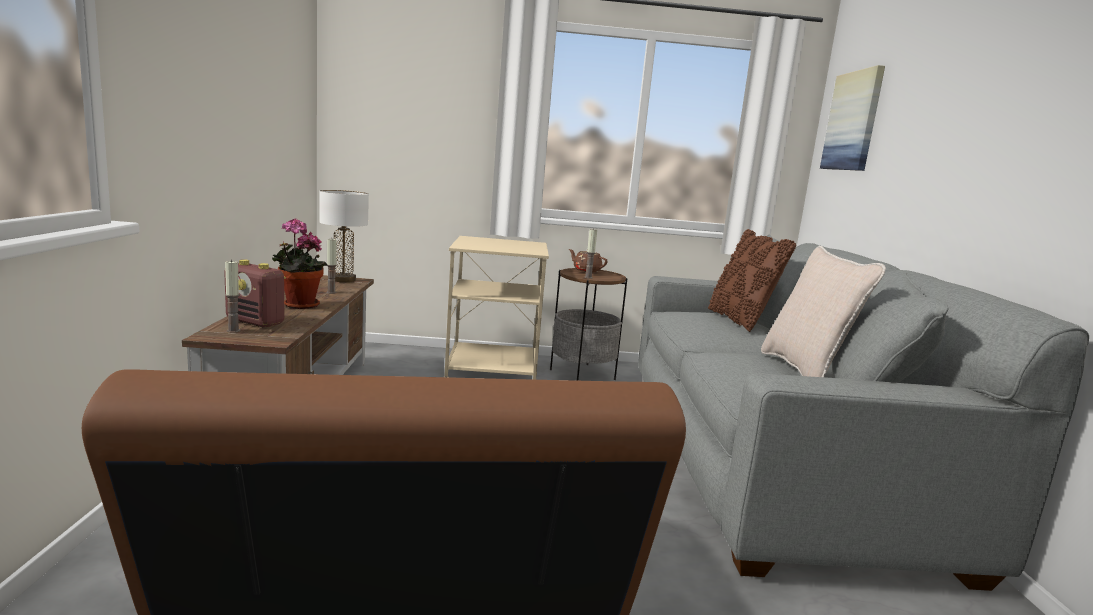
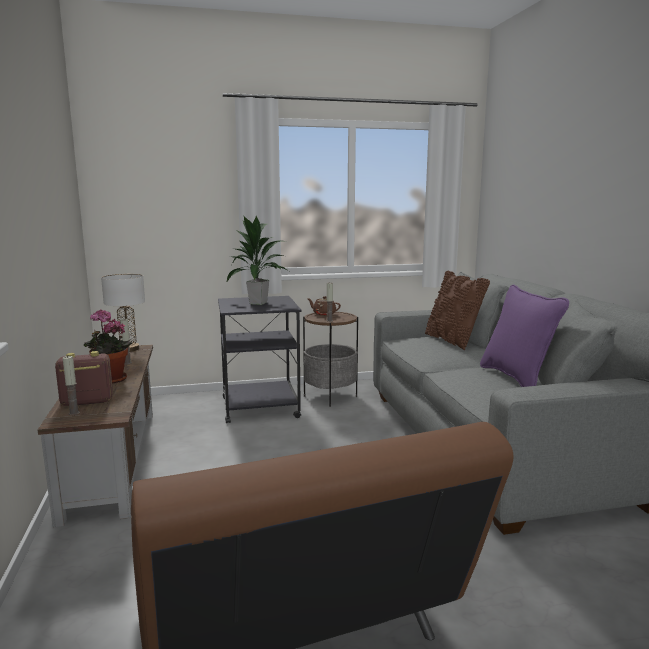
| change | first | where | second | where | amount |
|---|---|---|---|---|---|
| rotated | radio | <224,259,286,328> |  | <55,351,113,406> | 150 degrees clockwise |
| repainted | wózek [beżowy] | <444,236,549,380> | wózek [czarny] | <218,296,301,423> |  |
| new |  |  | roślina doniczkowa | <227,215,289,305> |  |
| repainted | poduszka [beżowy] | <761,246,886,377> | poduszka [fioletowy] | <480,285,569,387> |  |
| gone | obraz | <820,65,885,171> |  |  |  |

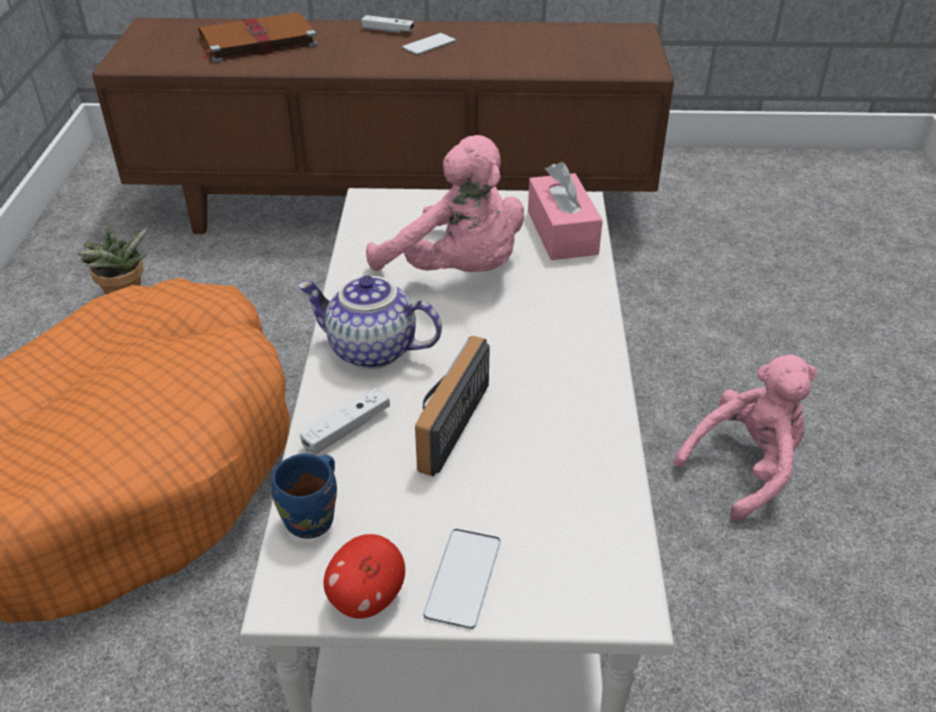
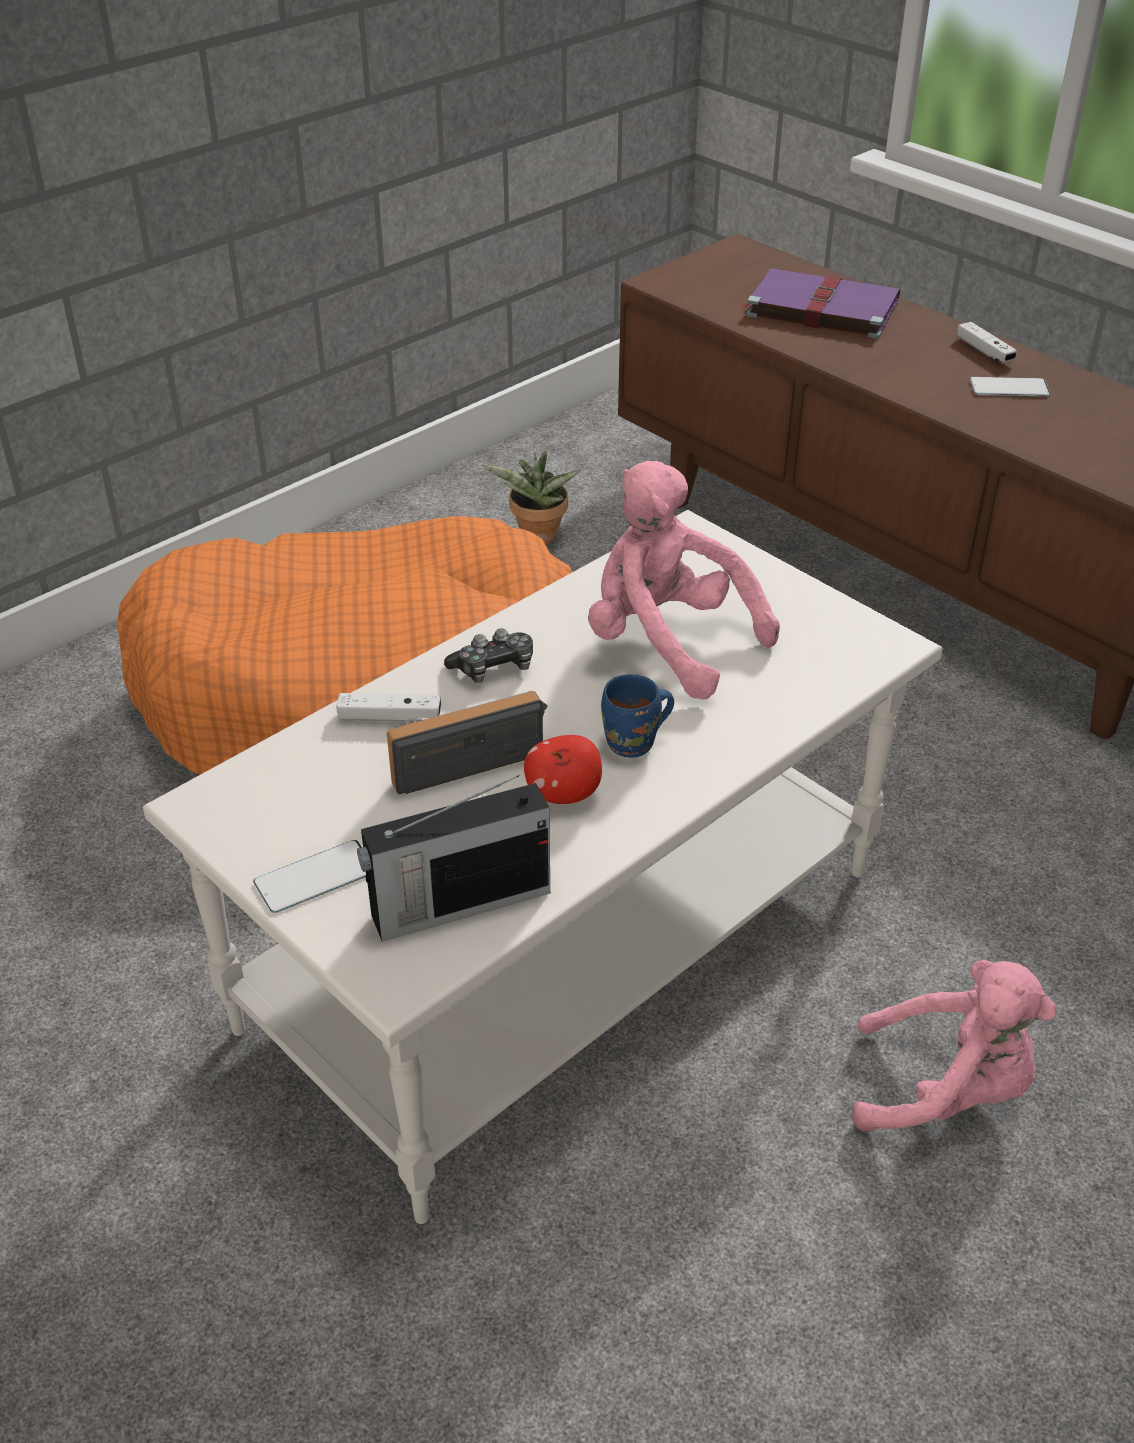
| change | first | where | second | where | amount |
|---|---|---|---|---|---|
| new |  |  | radio | <357,775,550,942> |  |
| swapped | imbryk | <298,276,442,369> | pad do gier | <444,628,533,683> |  |
| shifted | jabłko | <323,534,405,619> |  | <524,735,602,804> |  |
| rotated | pluszak [różowy] | <366,135,524,272> |  | <588,461,780,699> | 135 degrees clockwise |
| shifted | kubek [niebieski] | <272,453,337,539> |  | <601,674,674,758> |  |
| repainted | książka [brązowy] | <198,12,317,63> | książka [fioletowy] | <740,268,900,339> |  |
| gone | pudełko chusteczek [różowy] | <528,162,603,260> |  |  |  |

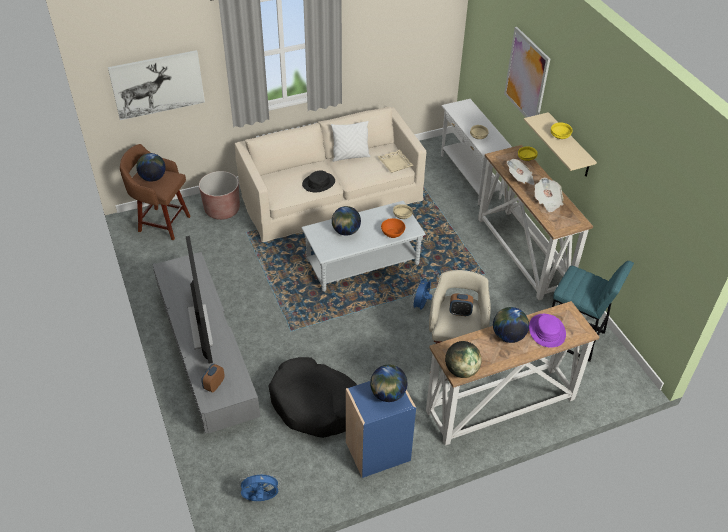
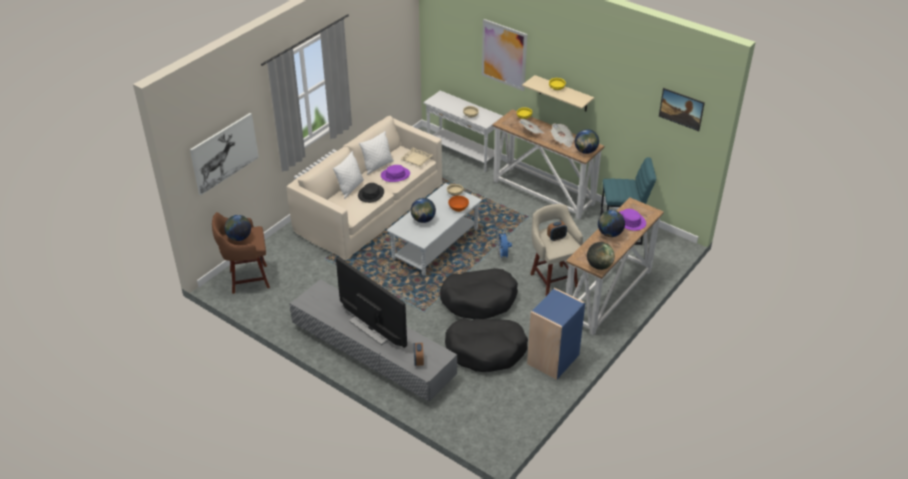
| change | first | where | second | where | amount |
|---|---|---|---|---|---|
| new |  |  | poduszka [biały] | <333,151,364,199> |  |
| new |  |  | kapelusz [fioletowy] | <381,165,410,182> |  |
| new |  |  | legowisko [czarny] | <440,268,518,319> |  |
| shifted | globus | <370,365,408,402> |  | <574,129,599,154> |  |
| new |  |  | obraz | <659,88,705,131> |  |
| gone | donica [brązowy] | <199,171,240,220> |  |  |  |
| gone | wentylator [niebieski] | <238,471,281,501> |  |  |  |

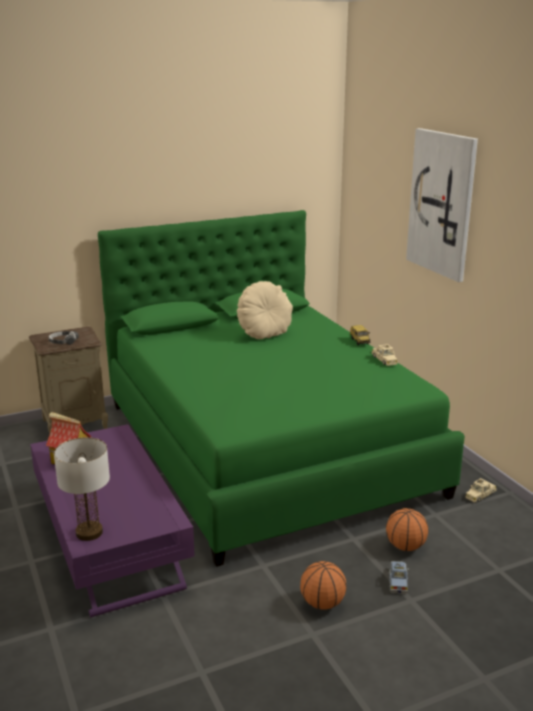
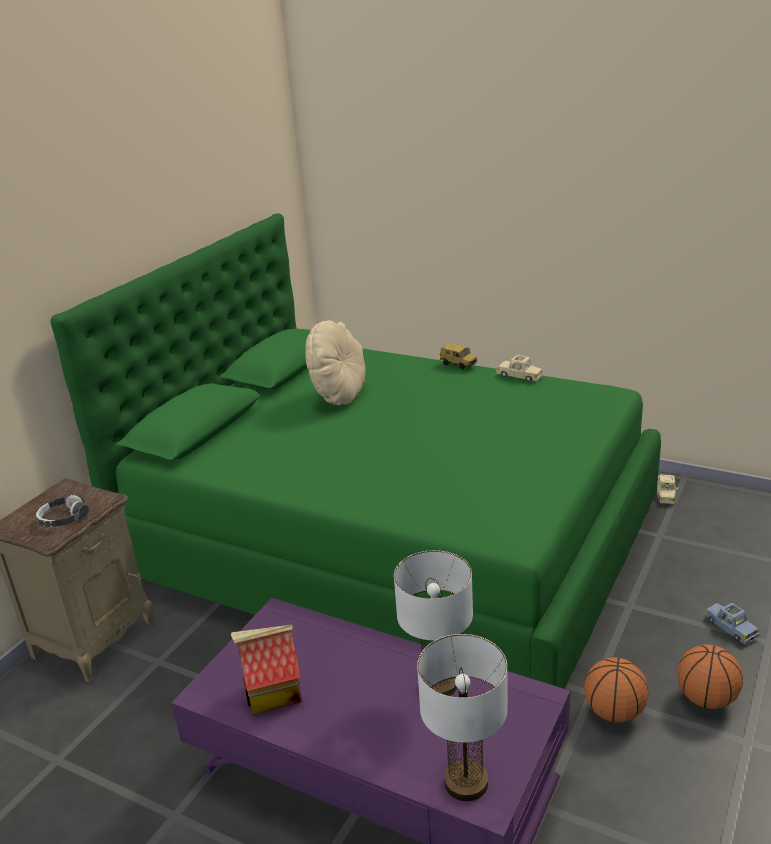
| change | first | where | second | where | amount |
|---|---|---|---|---|---|
| new |  |  | lampa stołowa | <394,550,473,696> |  |
| shifted | piłka do koszykówki | <386,508,428,551> |  | <584,657,649,723> |  |
| gone | obraz | <406,128,478,282> |  |  |  |

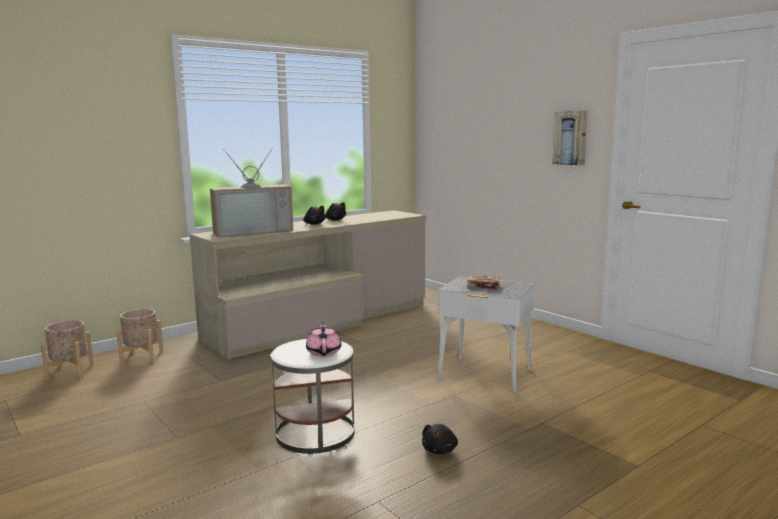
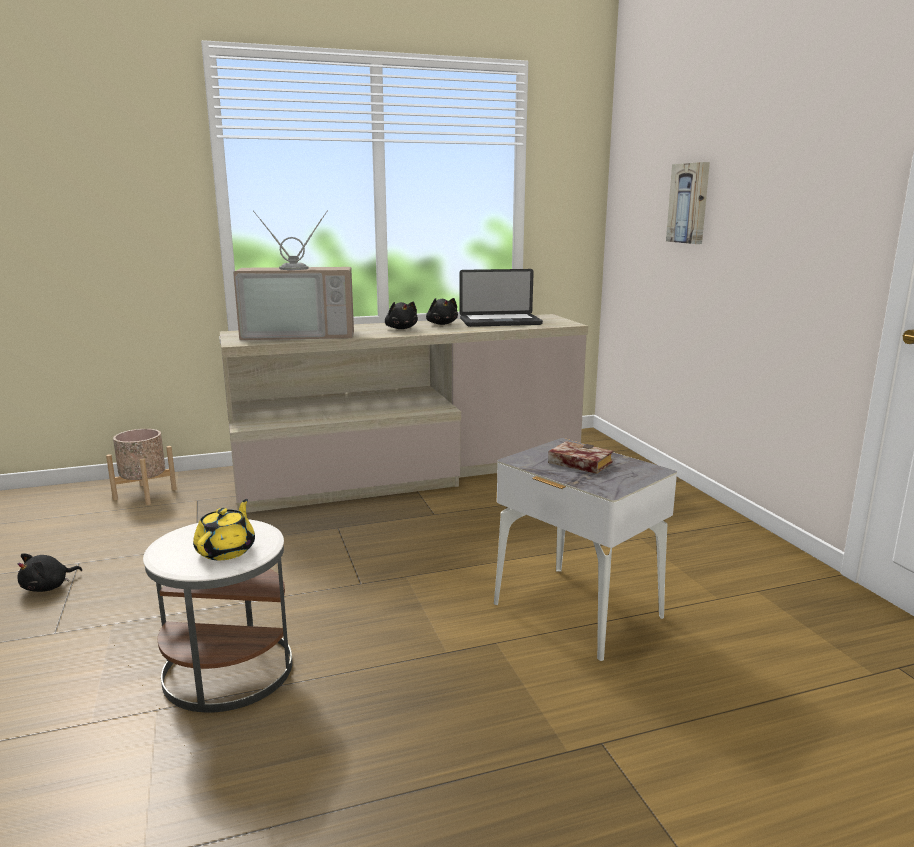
| change | first | where | second | where | amount |
|---|---|---|---|---|---|
| shifted | pluszak [czarny] | <422,424,458,454> |  | <17,553,82,592> |  |
| repainted | imbryk [różowy] | <306,322,341,356> | imbryk [żółty] | <193,499,255,560> |  |
| new |  |  | laptop | <460,269,543,327> |  |
| shifted | obraz | <552,111,588,165> |  | <666,162,710,244> |  |
| gone | donica [beżowy] | <41,320,94,381> |  |  |  |

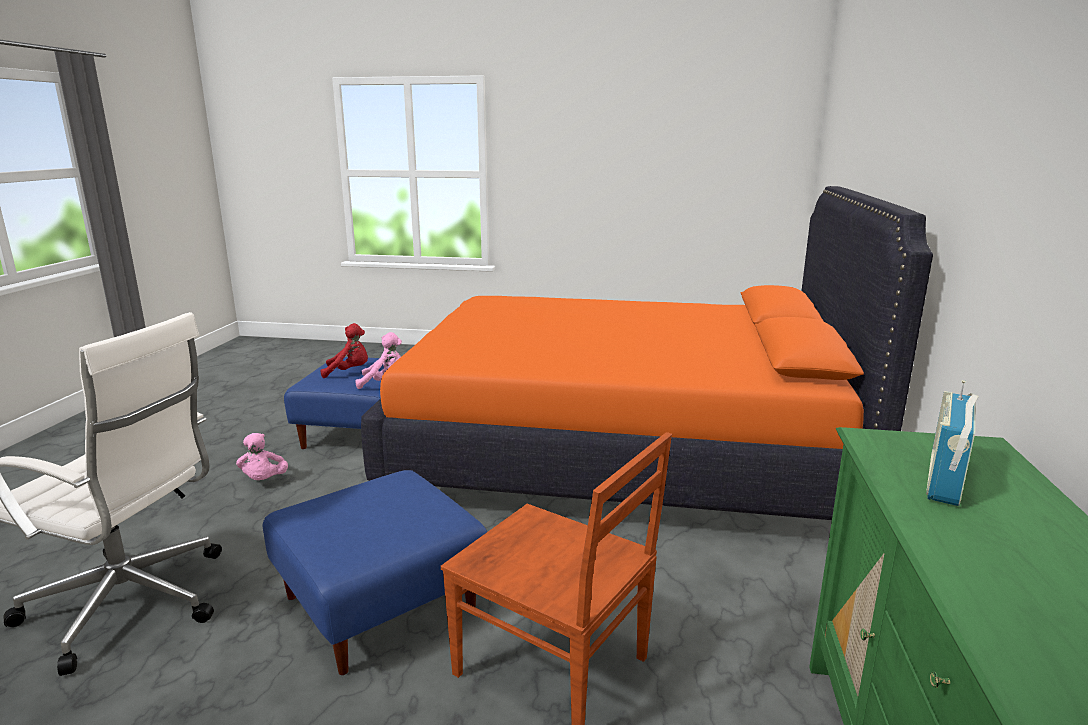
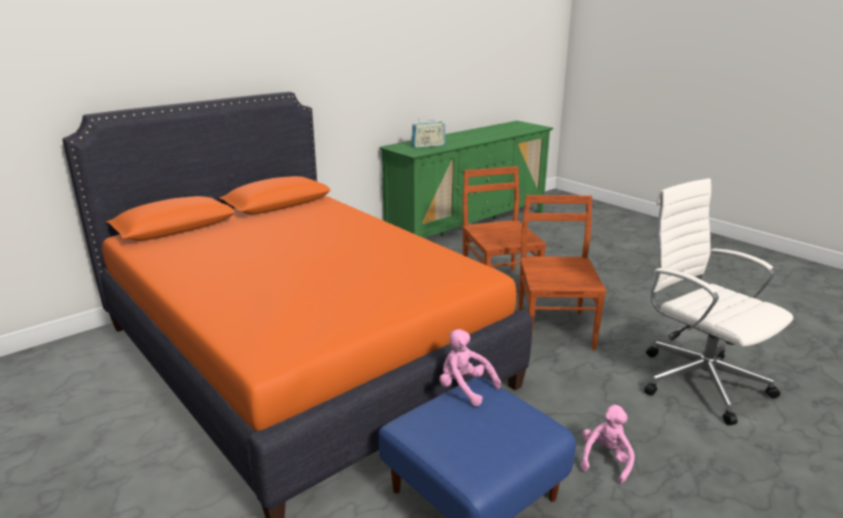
| change | first | where | second | where | amount |
|---|---|---|---|---|---|
| swapped | pufa [niebieski] | <263,470,487,675> | krzesło [brązowy] | <518,195,607,350> |  |
| gone | pluszak [czerwony] | <321,323,368,378> |  |  |  |

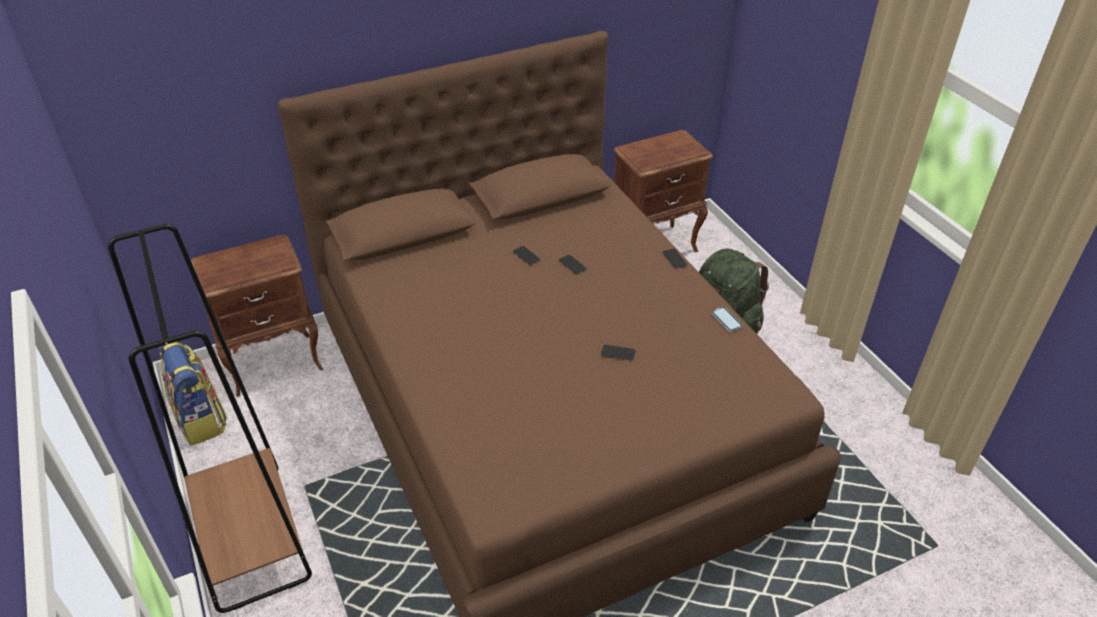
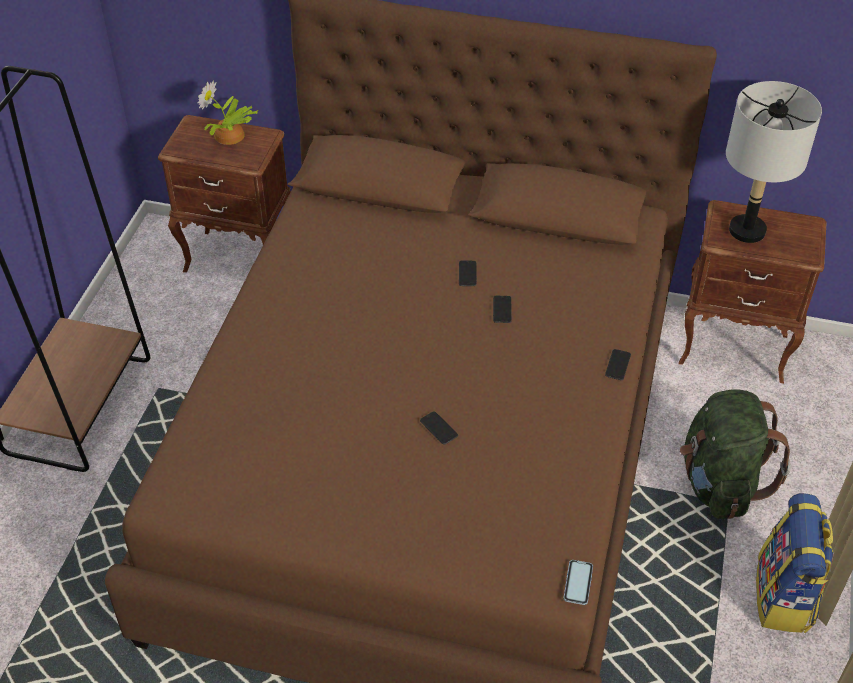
| change | first | where | second | where | amount |
|---|---|---|---|---|---|
| new |  |  | roślina doniczkowa | <198,80,258,145> |  |
| shifted | telefon | <711,307,743,332> |  | <564,560,593,605> |  |
| new |  |  | lampa stołowa [szary] | <726,81,822,243> |  |
| shifted | plecak | <159,341,227,446> |  | <756,493,834,633> |  |

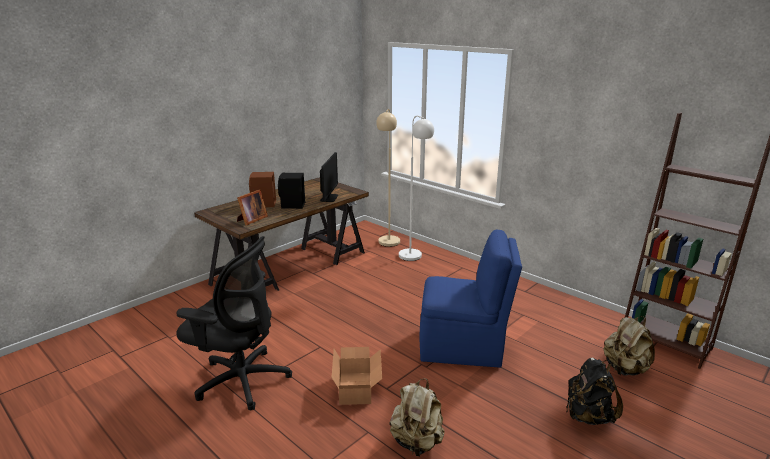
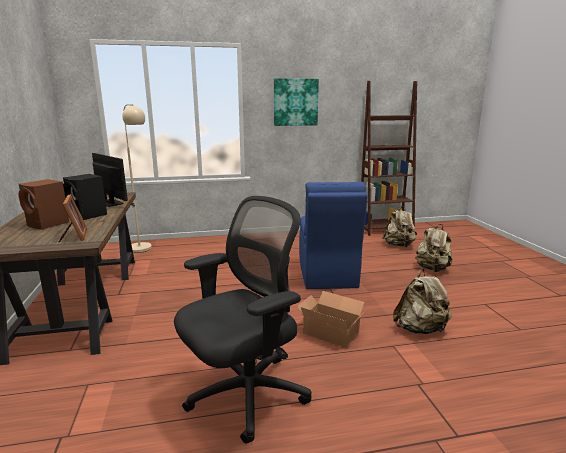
| change | first | where | second | where | amount |
|---|---|---|---|---|---|
| new |  |  | obraz | <274,78,319,126> |  |
| rotated | krzesło [niebieski] | <420,230,522,368> |  | <299,182,368,289> | 135 degrees clockwise |
| repainted | plecak [czarny] | <566,357,623,425> | plecak [beżowy] | <415,224,452,272> |  |
| gone | lampa stojąca [biały] | <399,115,434,261> |  |  |  |

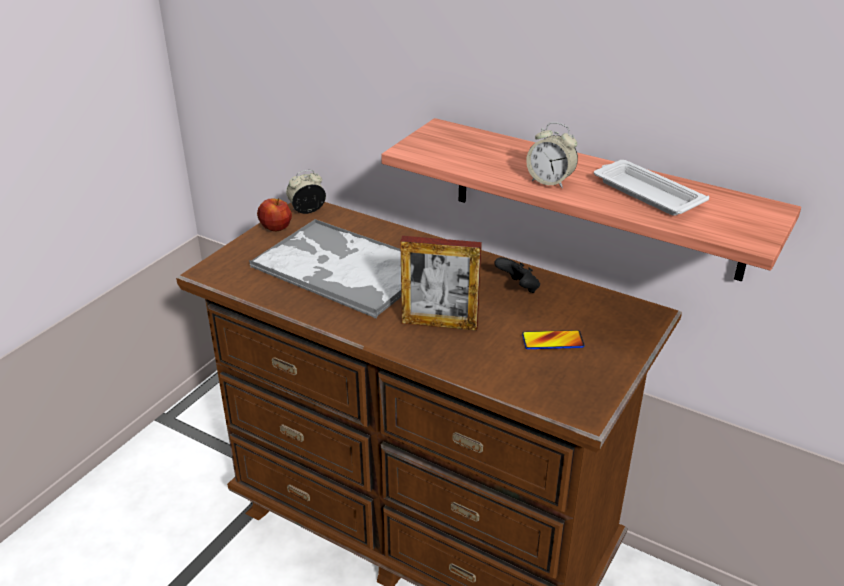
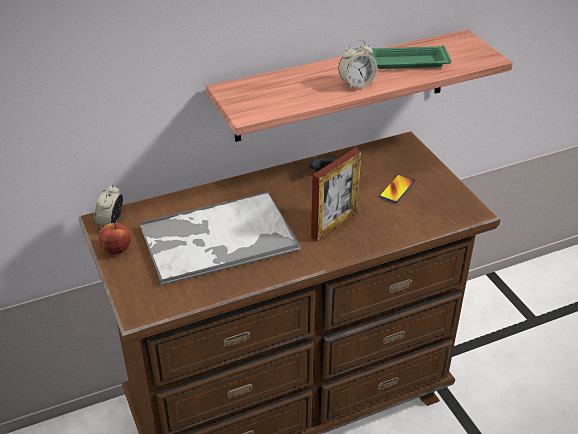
| change | first | where | second | where | amount |
|---|---|---|---|---|---|
| repainted | taca [biały] | <594,160,709,216> | taca [zielony] | <369,45,451,69> |  |

